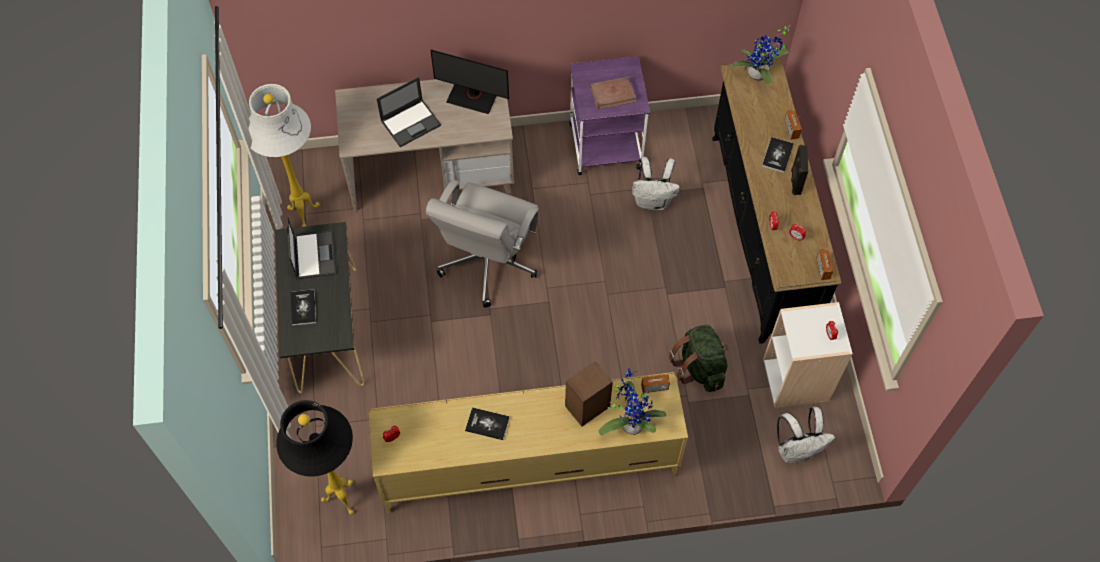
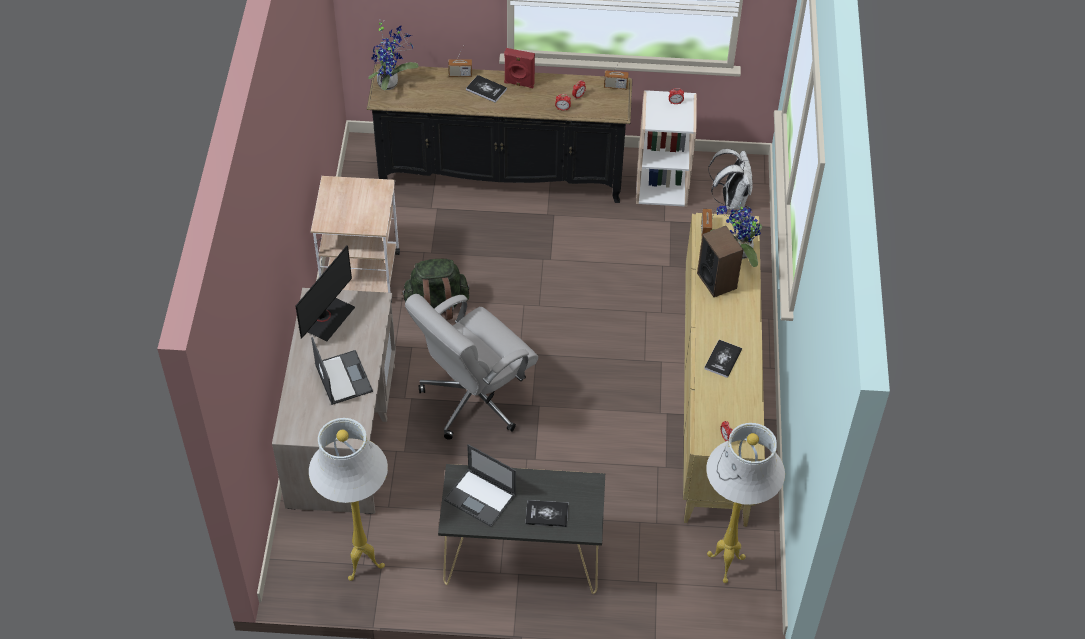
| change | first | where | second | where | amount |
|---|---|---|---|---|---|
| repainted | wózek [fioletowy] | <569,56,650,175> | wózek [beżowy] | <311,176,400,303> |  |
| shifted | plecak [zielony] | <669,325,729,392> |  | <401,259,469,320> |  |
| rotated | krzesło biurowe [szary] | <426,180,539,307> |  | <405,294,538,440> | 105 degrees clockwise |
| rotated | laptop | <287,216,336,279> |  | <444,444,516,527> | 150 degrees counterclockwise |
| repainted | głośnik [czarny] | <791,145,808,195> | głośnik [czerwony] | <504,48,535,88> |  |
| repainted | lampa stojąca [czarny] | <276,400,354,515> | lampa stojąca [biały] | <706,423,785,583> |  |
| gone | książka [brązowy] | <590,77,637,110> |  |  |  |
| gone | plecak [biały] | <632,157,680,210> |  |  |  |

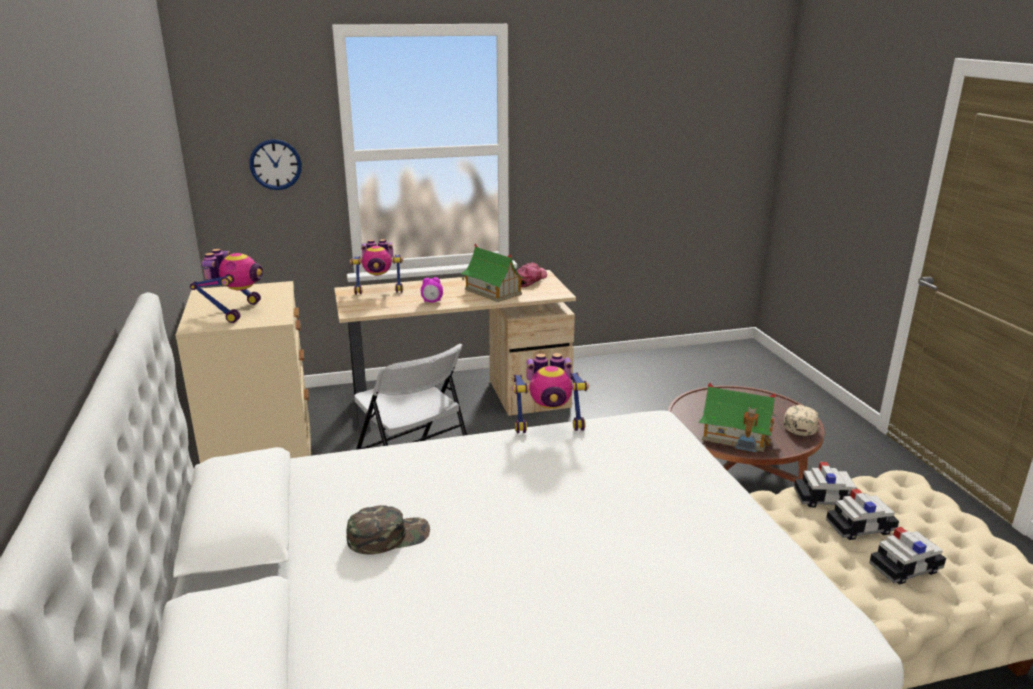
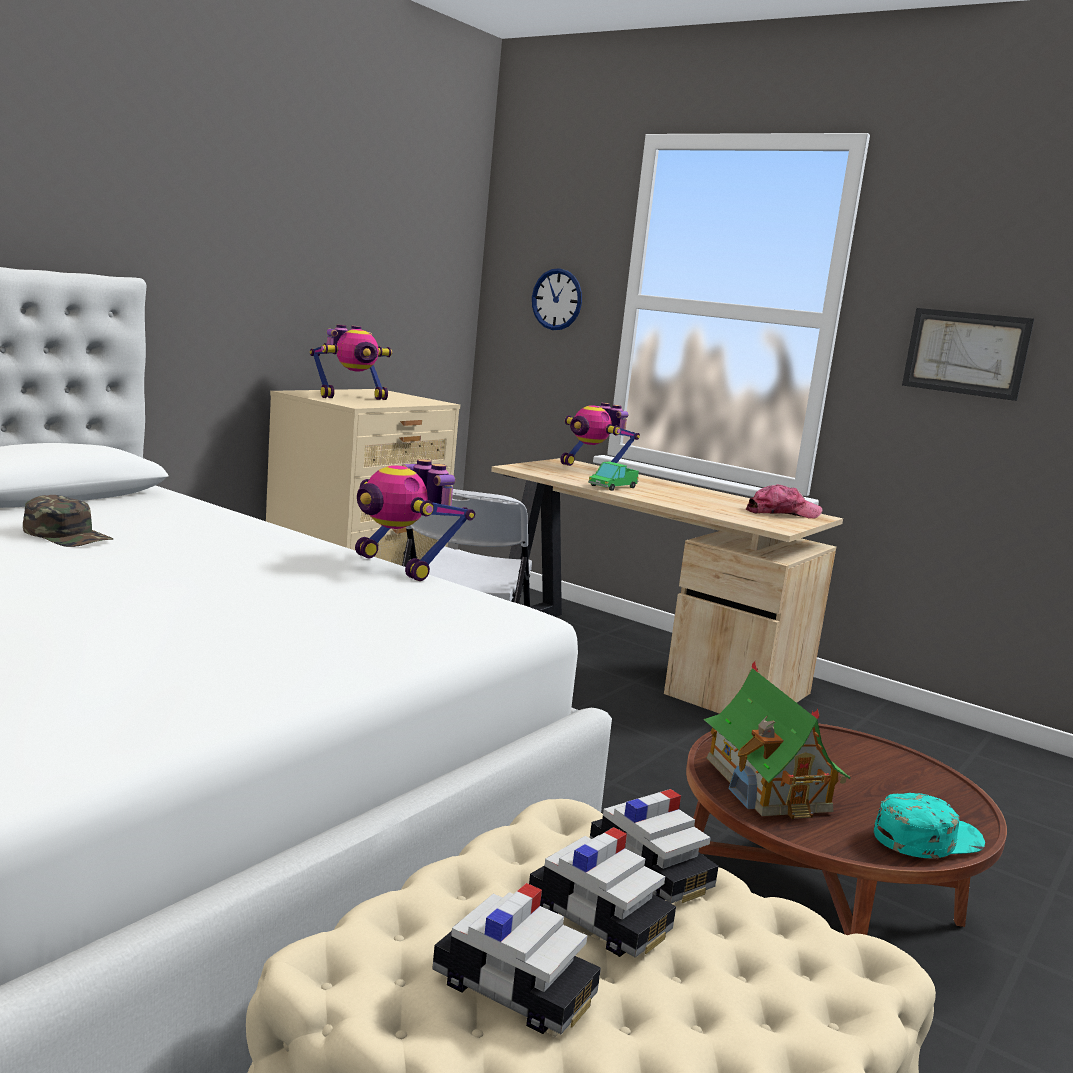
| change | first | where | second | where | amount |
|---|---|---|---|---|---|
| swapped | budzik | <421,277,443,303> | ciężarówka zabawkowa | <588,461,639,491> |  |
| repainted | czapka z daszkiem [beżowy] | <784,405,819,436> | czapka z daszkiem [turkusowy] | <874,793,985,858> |  |
| new |  |  | obraz | <902,308,1034,401> |  |
| gone | domek | <460,243,526,302> |  |  |  |

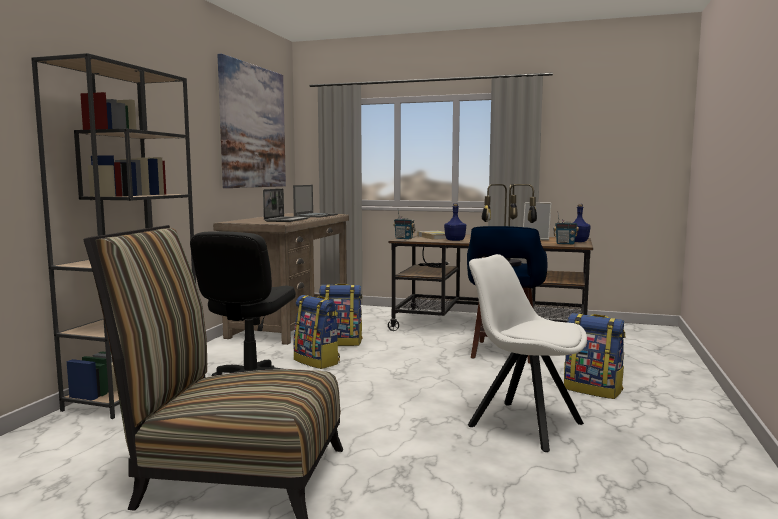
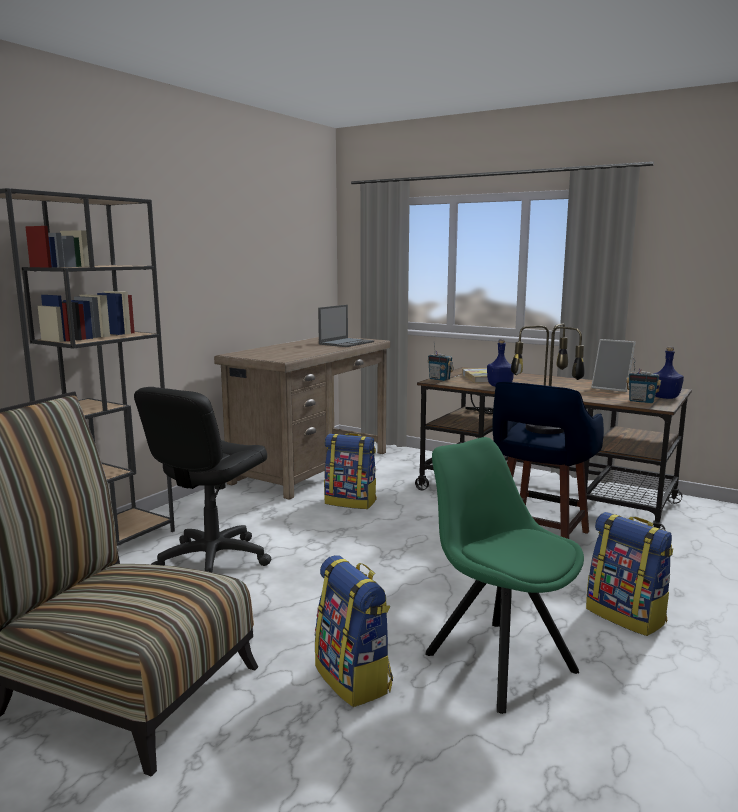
| change | first | where | second | where | amount |
|---|---|---|---|---|---|
| shifted | plecak | <293,295,340,369> |  | <315,555,393,707> |  |
| repainted | krzesło [biały] | <468,254,587,452> | krzesło [zielony] | <425,437,584,714> |  |
| gone | obraz | <217,54,286,188> |  |  |  |
| gone | laptop | <263,189,310,222> |  |  |  |

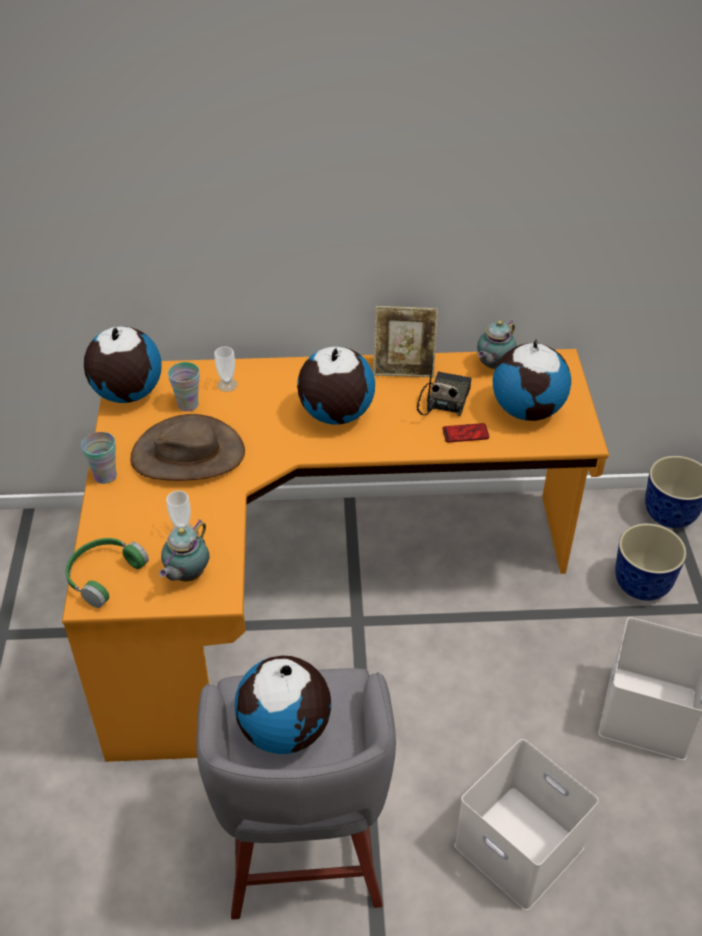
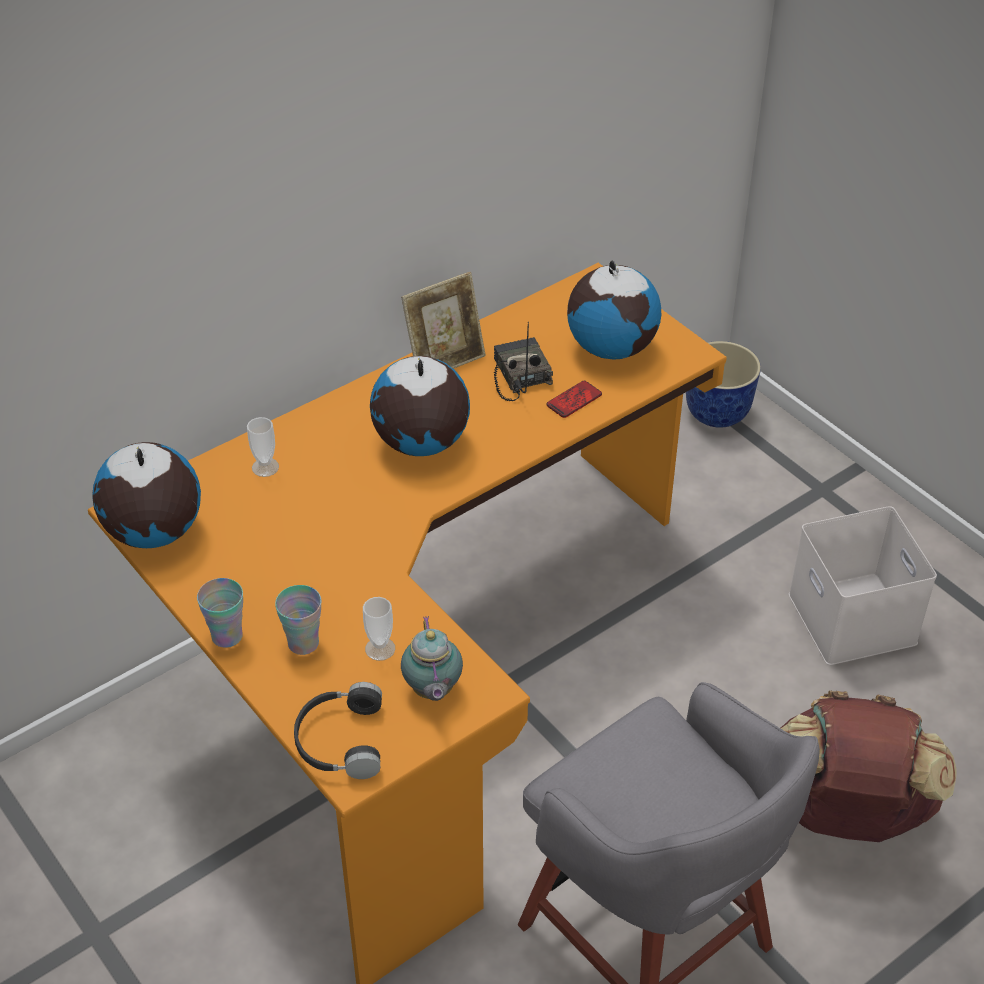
| change | first | where | second | where | amount |
|---|---|---|---|---|---|
| shifted | filiżanka | <168,362,199,412> |  | <275,585,321,655> |  |
| repainted | słuchawki [zielony] | <66,538,149,608> | słuchawki [czarny] | <294,682,382,779> |  |
| swapped | pojemnik do przechowywania [biały] | <454,739,599,910> | plecak [brązowy] | <781,690,957,842> |  |
| gone | kapelusz [brązowy] | <130,414,245,481> |  |  |  |
| gone | globus | <235,656,331,754> |  |  |  |
| gone | imbryk | <477,320,517,369> |  |  |  |
| gone | donica | <615,523,687,601> |  |  |  |

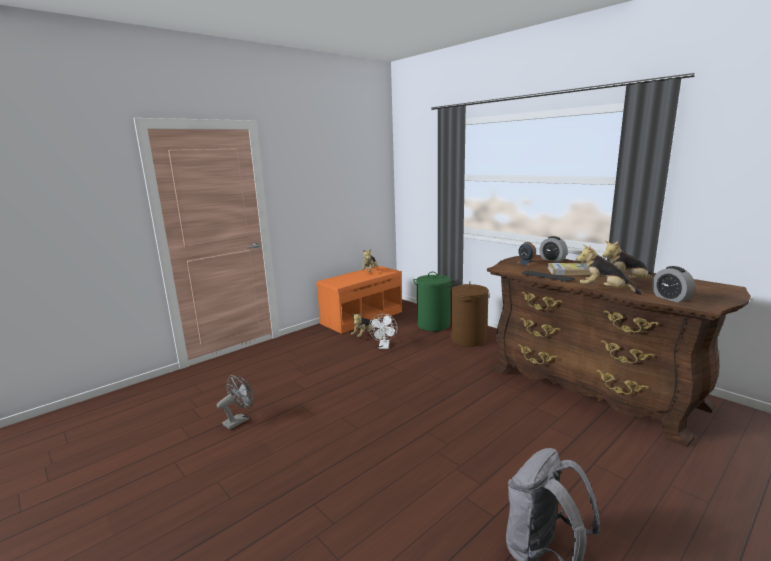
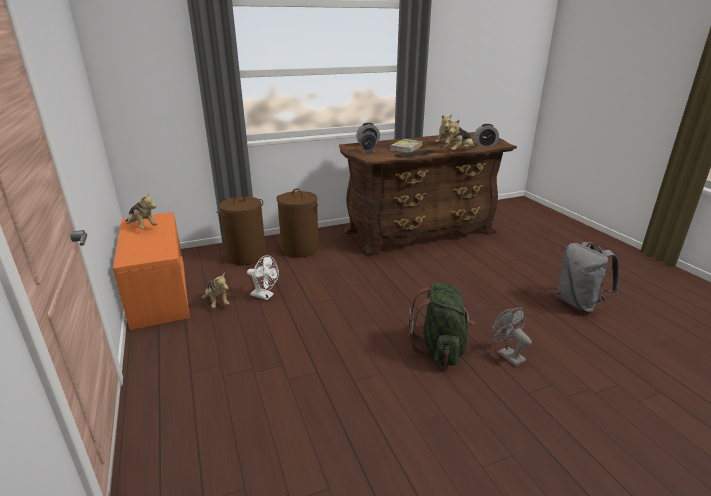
| change | first | where | second | where | amount |
|---|---|---|---|---|---|
| repainted | kosz na pranie [zielony] | <413,271,454,331> | kosz na pranie [brązowy] | <217,194,266,265> |  |
| new |  |  | plecak [zielony] | <408,283,475,366> |  |
| shifted | wentylator [szary] | <217,375,254,430> |  | <492,308,532,366> |  |

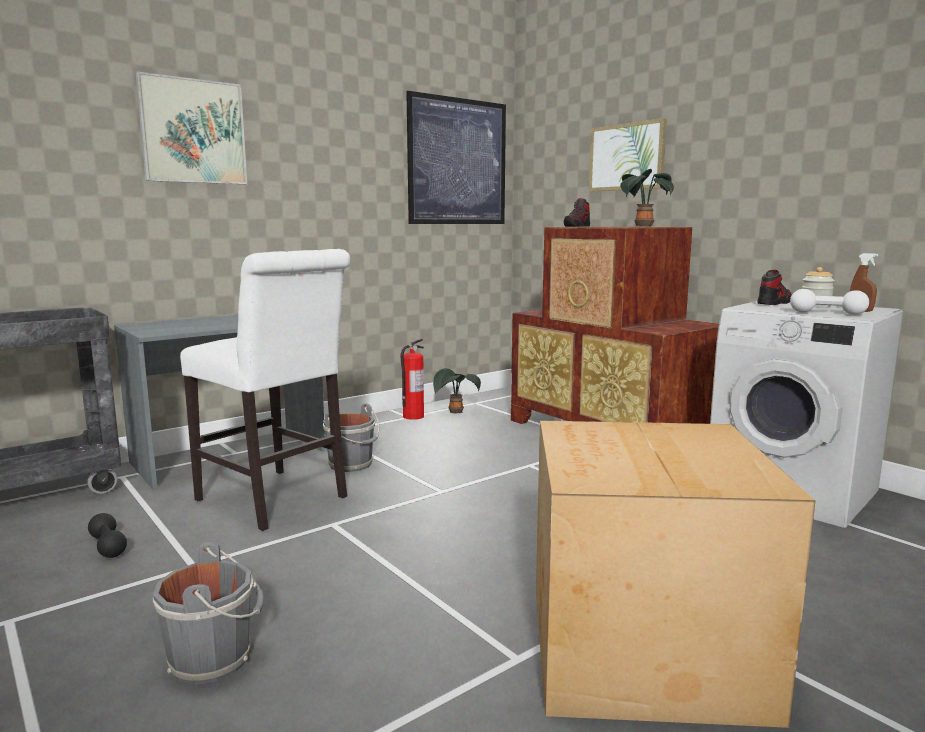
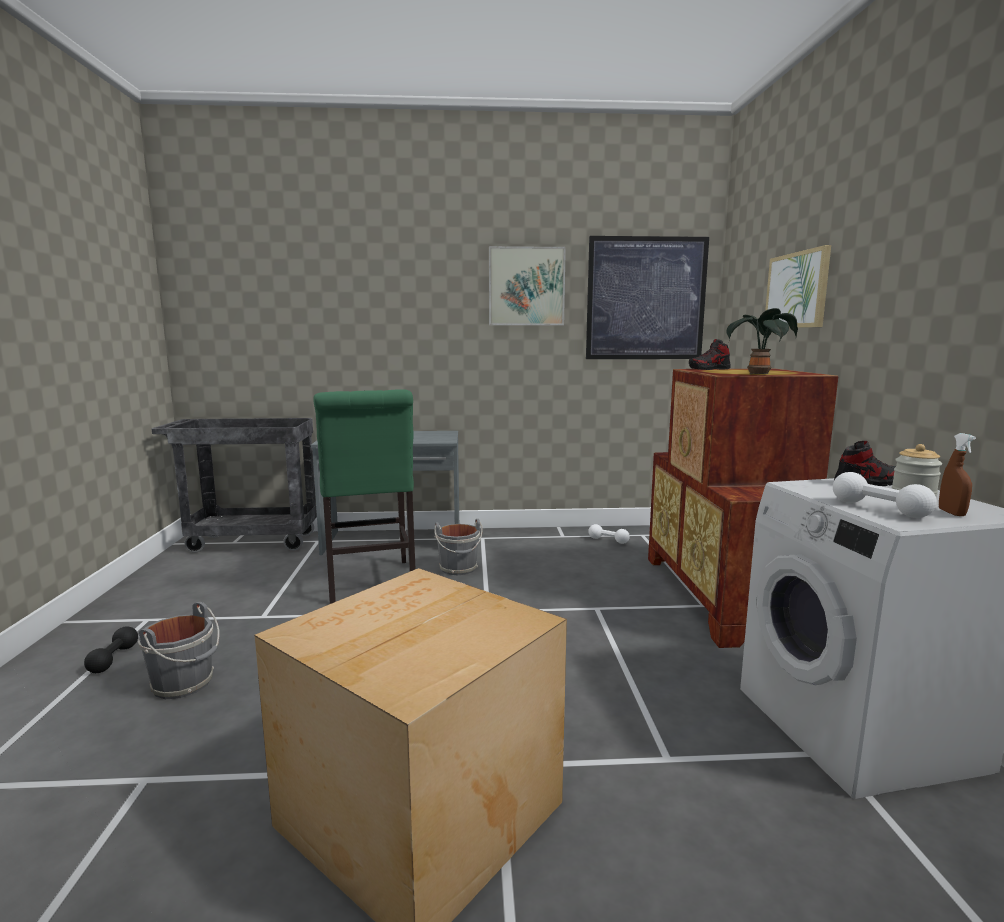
| change | first | where | second | where | amount |
|---|---|---|---|---|---|
| shifted | hantel [czarny] | <88,513,127,558> |  | <84,626,138,673> |  |
| repainted | stołek [biały] | <180,249,350,531> | stołek [zielony] | <314,389,416,604> |  |
| shifted | obraz | <135,71,247,184> |  | <489,246,566,325> |  |
| swapped | roślina doniczkowa | <433,368,481,413> | hantel [biały] | <588,524,630,544> |  |
| gone | gaśnica | <400,339,424,420> |  |  |  |

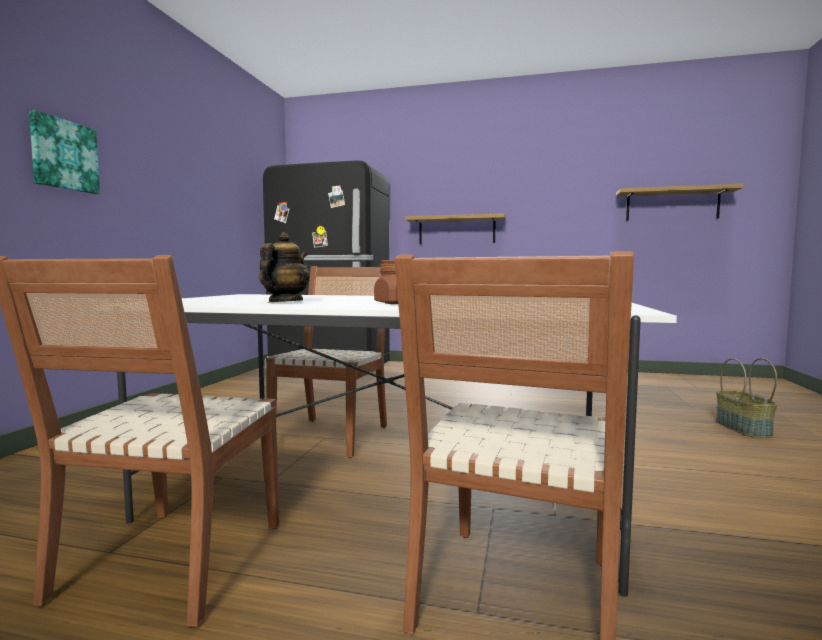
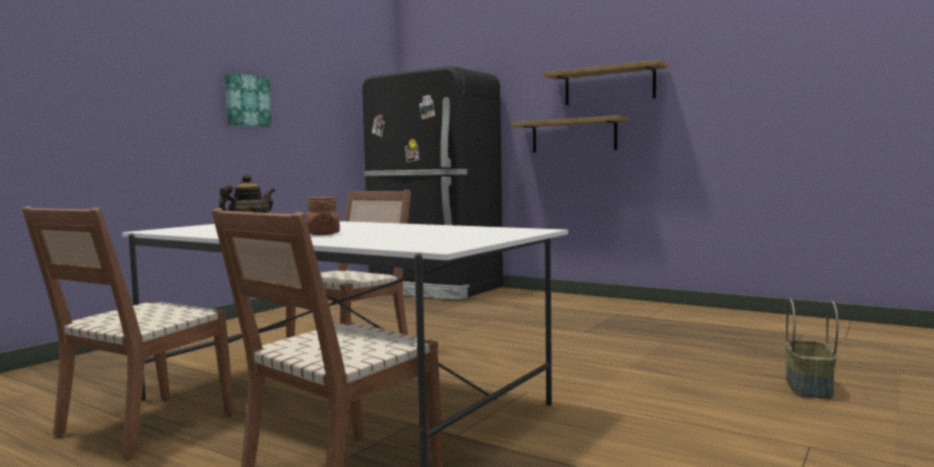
| change | first | where | second | where | amount |
|---|---|---|---|---|---|
| shifted | obraz | <29,110,100,194> |  | <225,73,271,127> |  |
| shifted | półka | <616,184,744,221> |  | <544,60,668,105> |  |

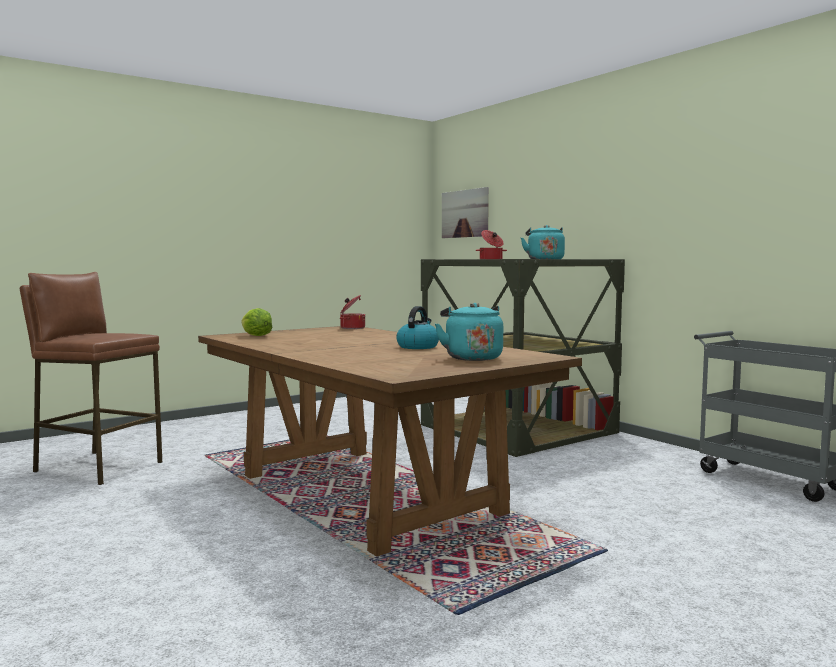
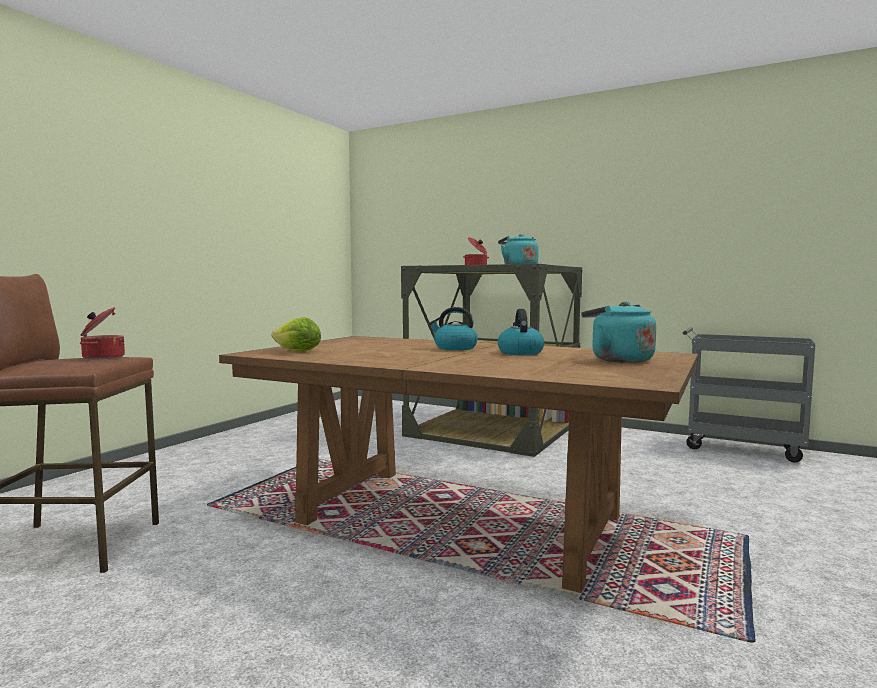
| change | first | where | second | where | amount |
|---|---|---|---|---|---|
| shifted | garnek | <340,295,365,329> |  | <80,307,125,360> |  |
| new |  |  | czajnik | <429,307,478,350> |  |
| gone | obraz | <442,187,489,238> |  |  |  |

